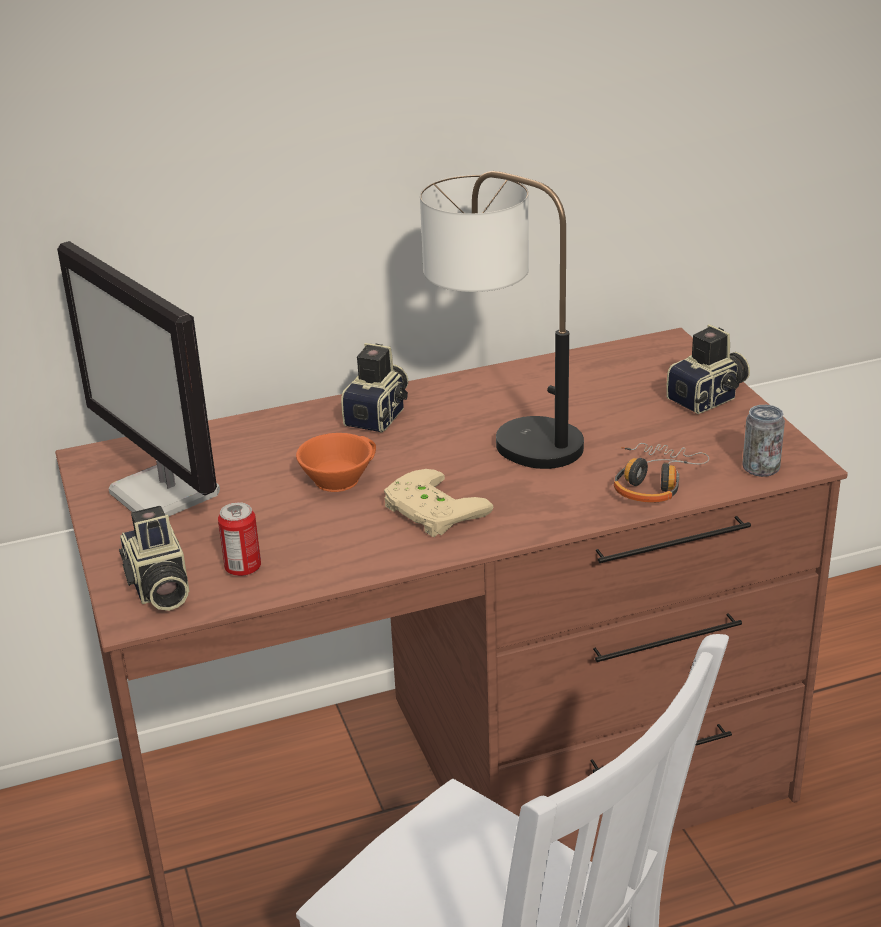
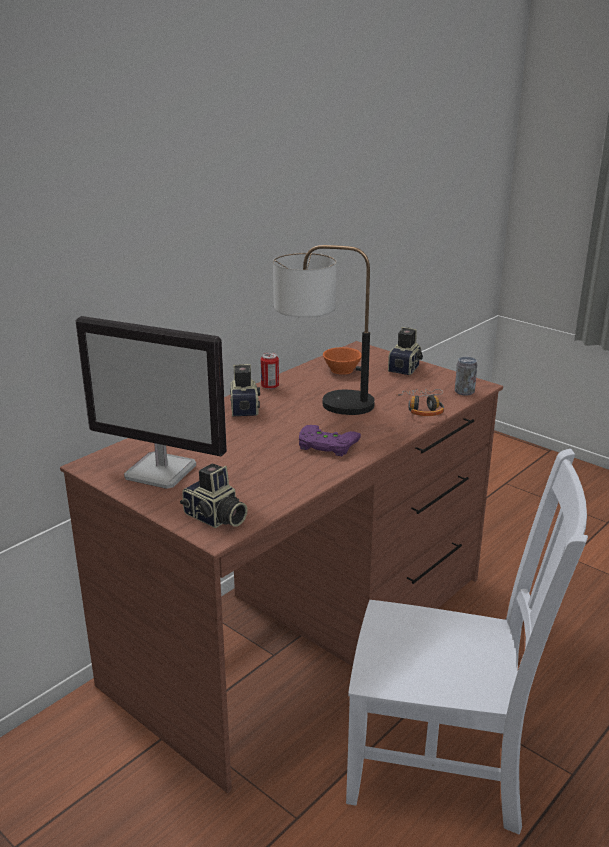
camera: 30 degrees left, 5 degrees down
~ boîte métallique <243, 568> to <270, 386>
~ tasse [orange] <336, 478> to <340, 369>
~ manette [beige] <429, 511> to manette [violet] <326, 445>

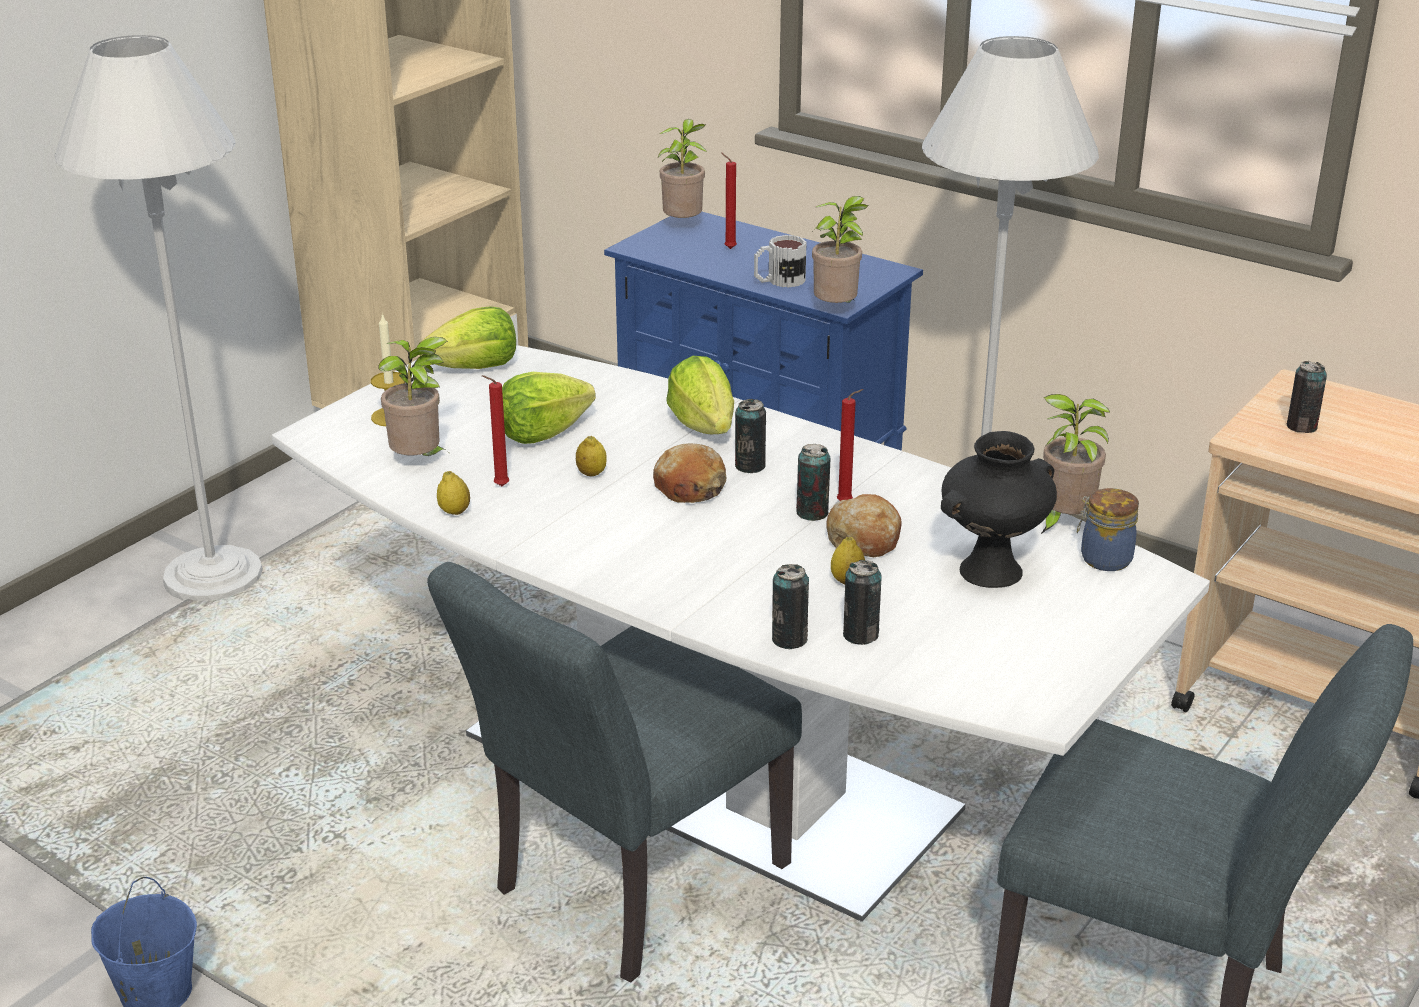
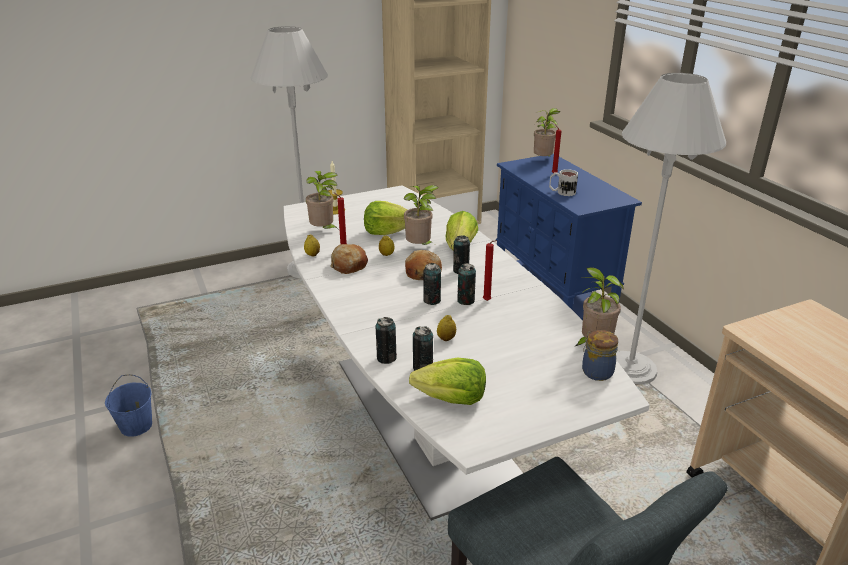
camera: 30 degrees right, 0 degrees up
- chaise [gris] <625, 891>
- vase [noir] <990, 573>
~ laitue <475, 368> to <451, 399>
~ plante en pot <837, 310> to <420, 247>
~ pain <864, 539> to <349, 265>
~ boîte métallique <1301, 427> to <432, 300>

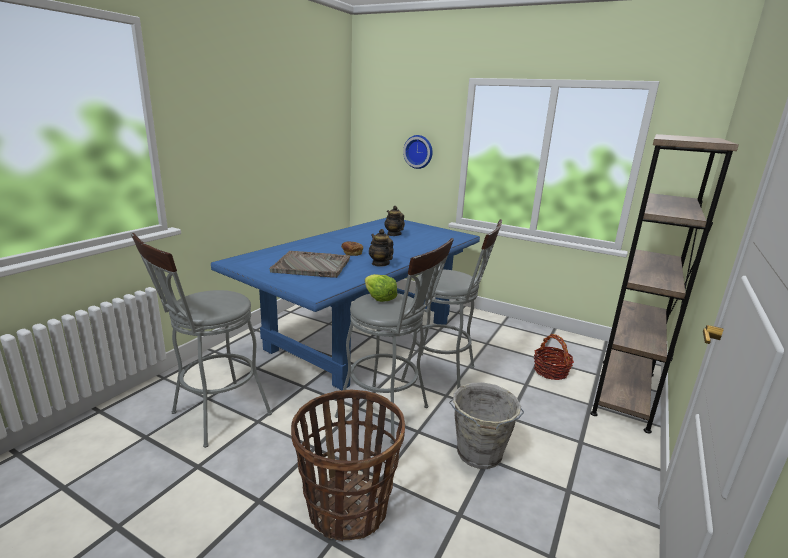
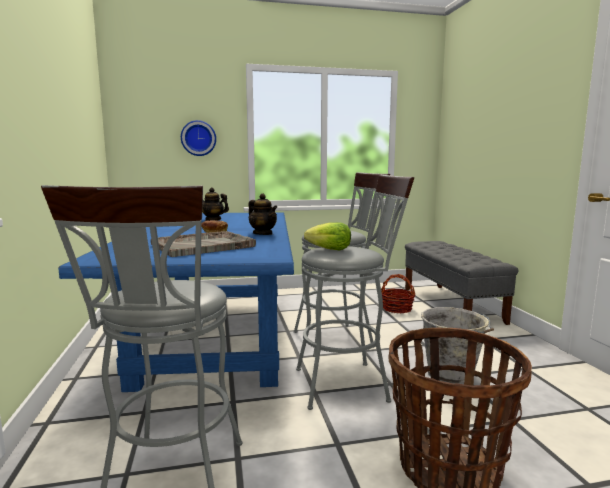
camera: 40 degrees left, 10 degrees down
~ bibliothèque [marron] <624, 393> to banc [gris] <451, 304>
~ théière <380, 264> = <263, 234> 150 degrees counterclockwise

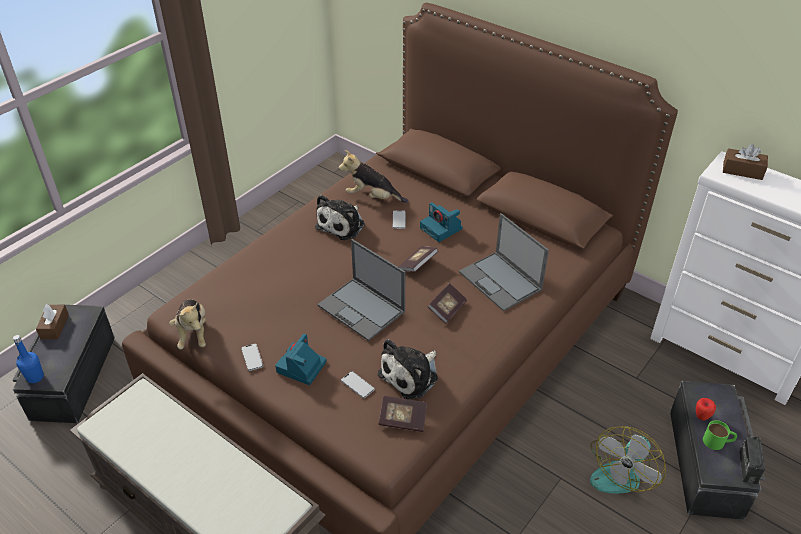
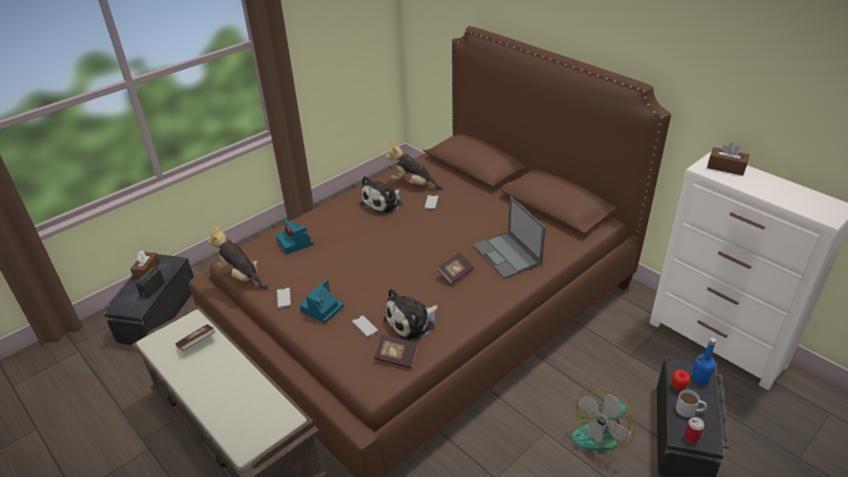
camera: 10 degrees right, 5 degrees down
- ordinateur portable <362, 309>
+ boîte métallique <691, 437>
~ bouteille [bleu] <35, 377> to <700, 378>
~ livre <418, 265> to <197, 343>
~ appareil photo <442, 228> to <295, 243>
~ radio <747, 467> to <152, 289>
~ mug [vert] <718, 441> to mug [blanc] <689, 410>
~ peluche <193, 333> = <242, 276> 135 degrees clockwise

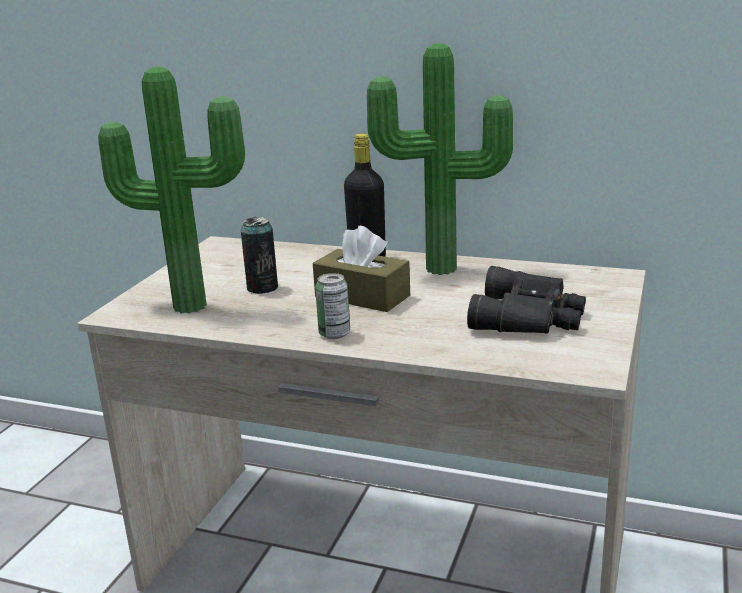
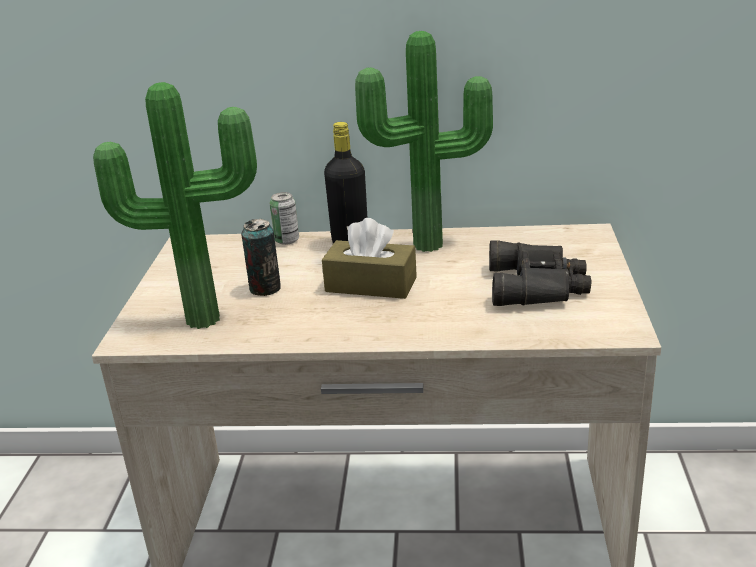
camera: 15 degrees left, 5 degrees up
~ boîte métallique <334, 334> to <287, 240>

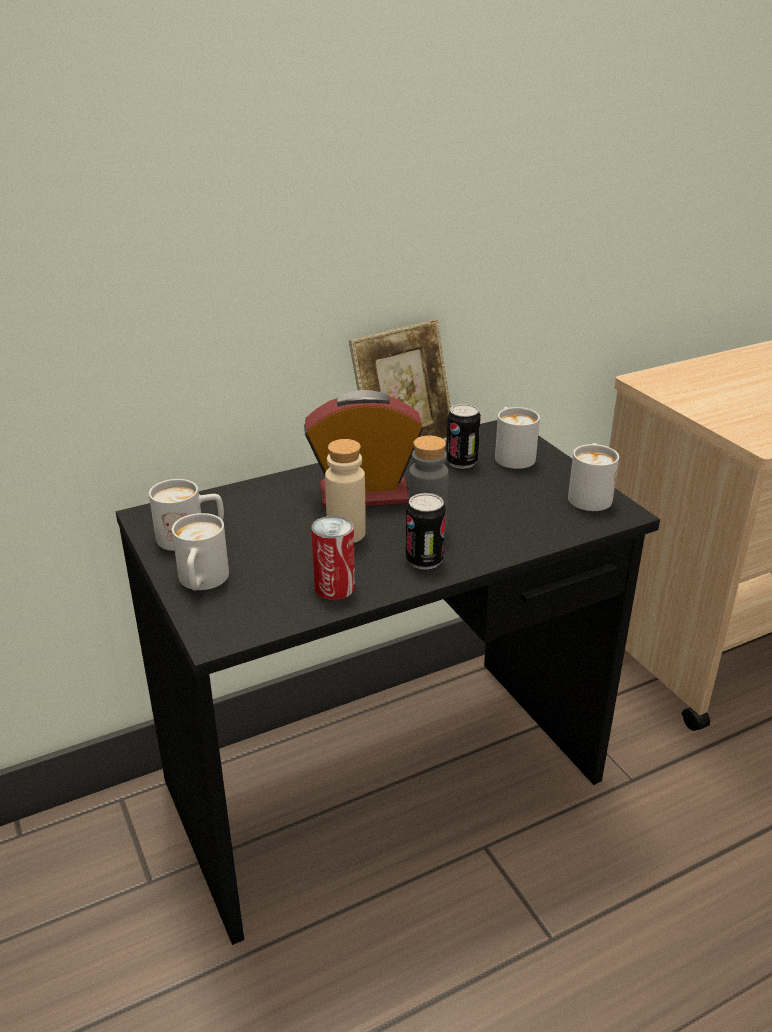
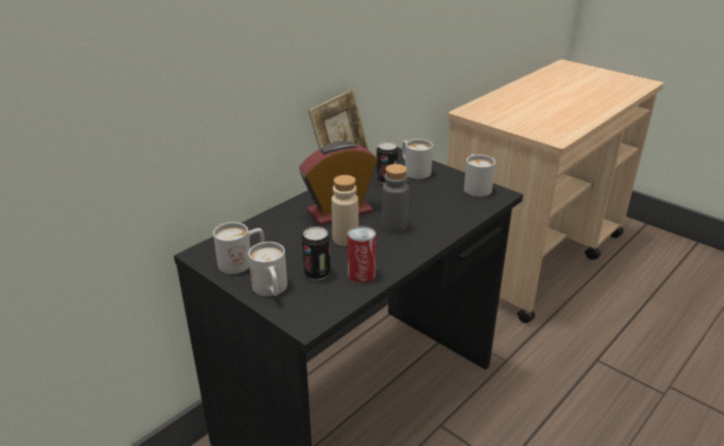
camera: 20 degrees left, 0 degrees up
~ boîte métallique <424, 560> to <317, 273>

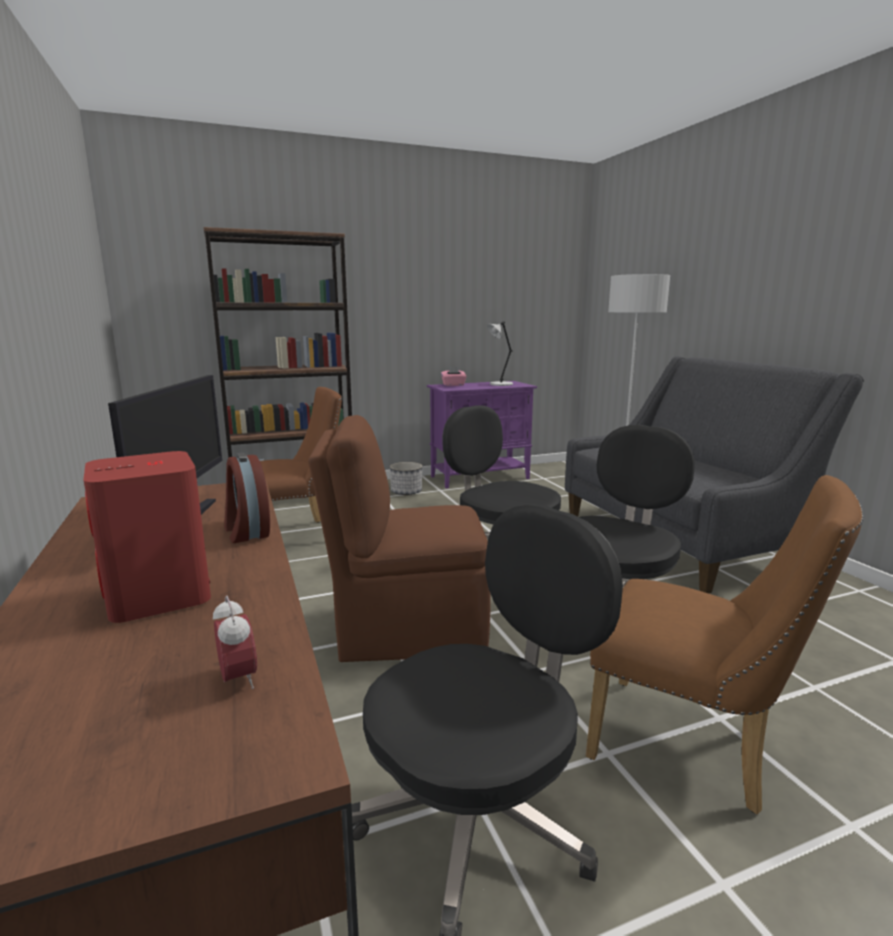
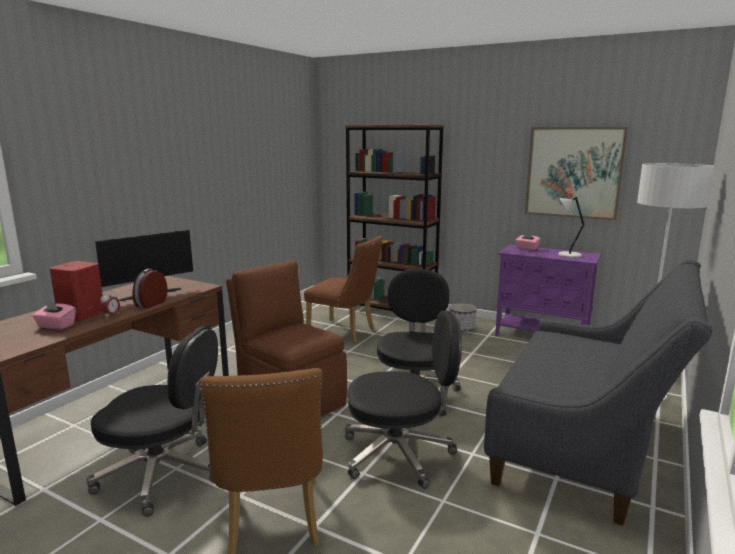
camera: 50 degrees right, 0 degrees up
+ boîte à mouchoirs [rose] <56, 326>
+ tableau <573, 172>
~ réveil <238, 679> to <111, 315>

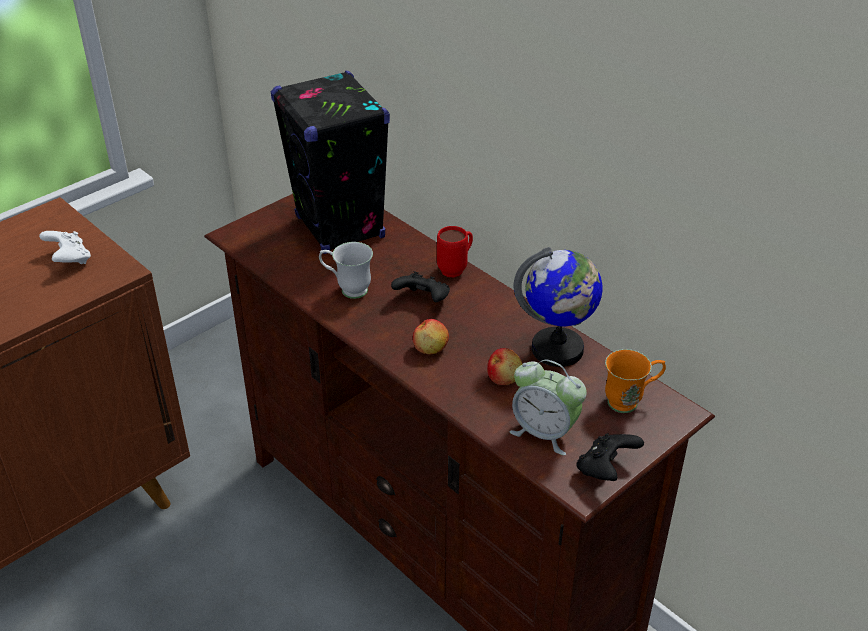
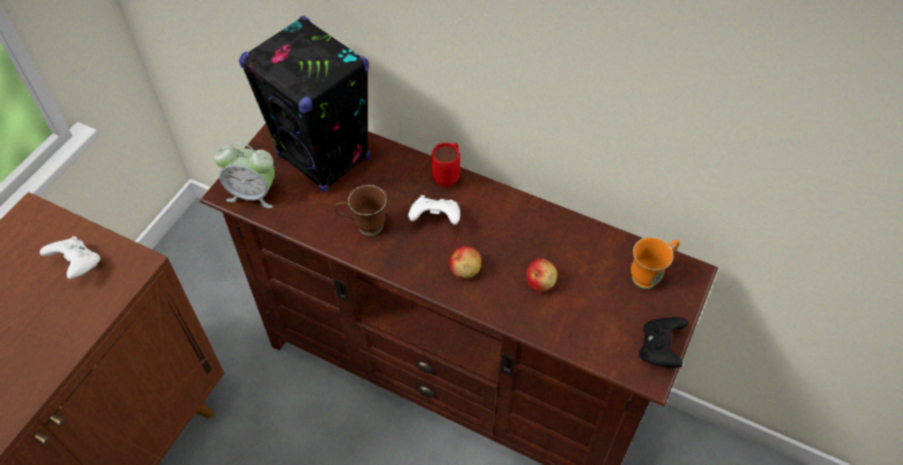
camera: 20 degrees left, 15 degrees up
- globe <558, 350>
~ réveil <544, 433> to <253, 193>
~ mug [blanc] <347, 289> to mug [marron] <363, 226>
~ manette [noir] <423, 300> to manette [blanc] <435, 219>

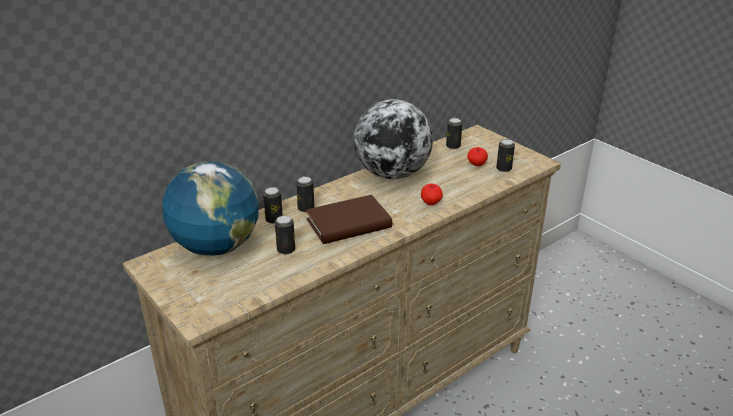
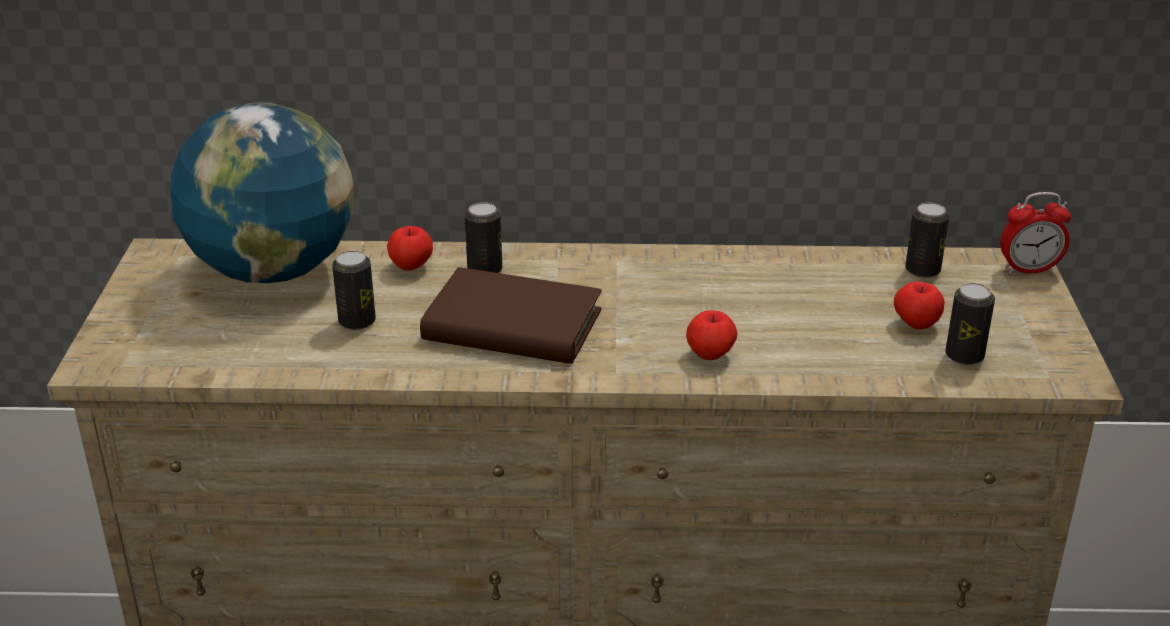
camera: 40 degrees right, 0 degrees up
- globe <392, 174>
+ réveil <1028, 270>
~ boîte métallique <274, 219> to pomme <411, 267>

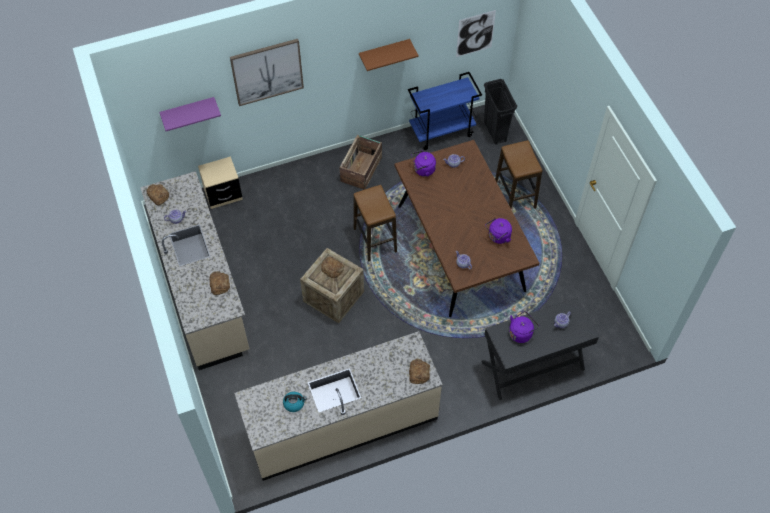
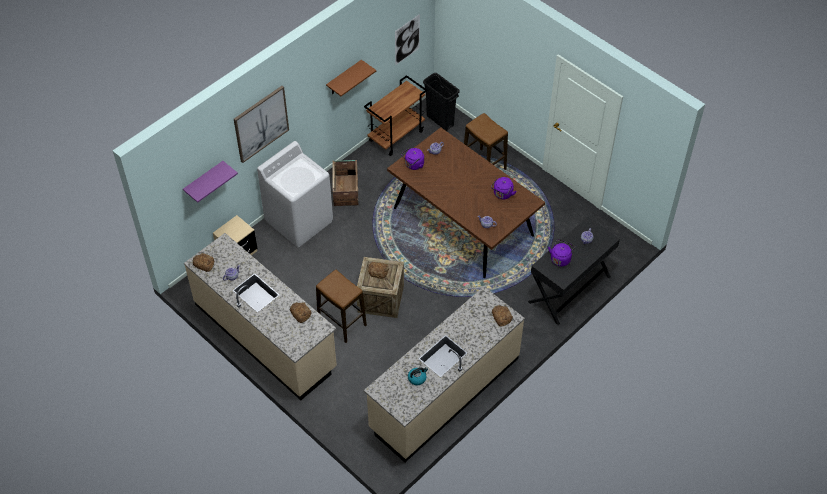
camera: 25 degrees left, 5 degrees down
+ lave-linge [blanc] <299, 221>
~ tabouret <374, 240> to <341, 322>
~ chariot [bleu] <442, 131> to chariot [marron] <396, 135>

